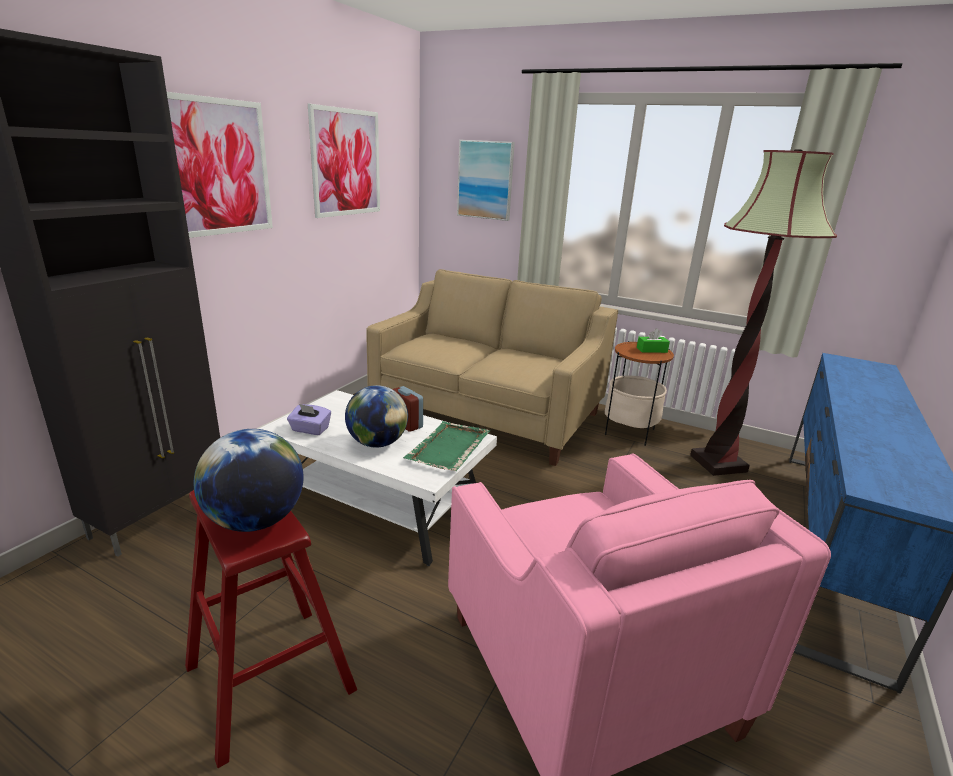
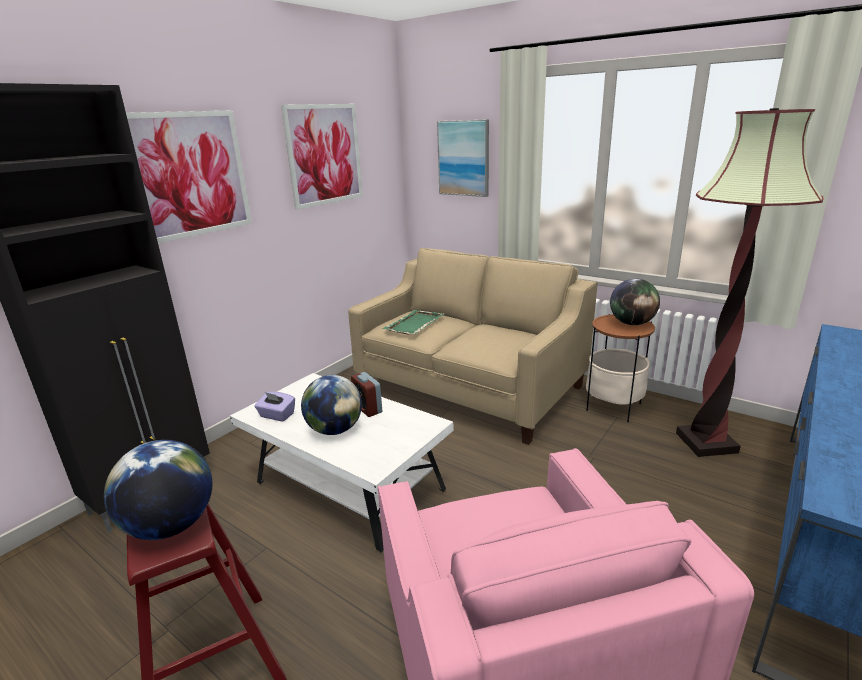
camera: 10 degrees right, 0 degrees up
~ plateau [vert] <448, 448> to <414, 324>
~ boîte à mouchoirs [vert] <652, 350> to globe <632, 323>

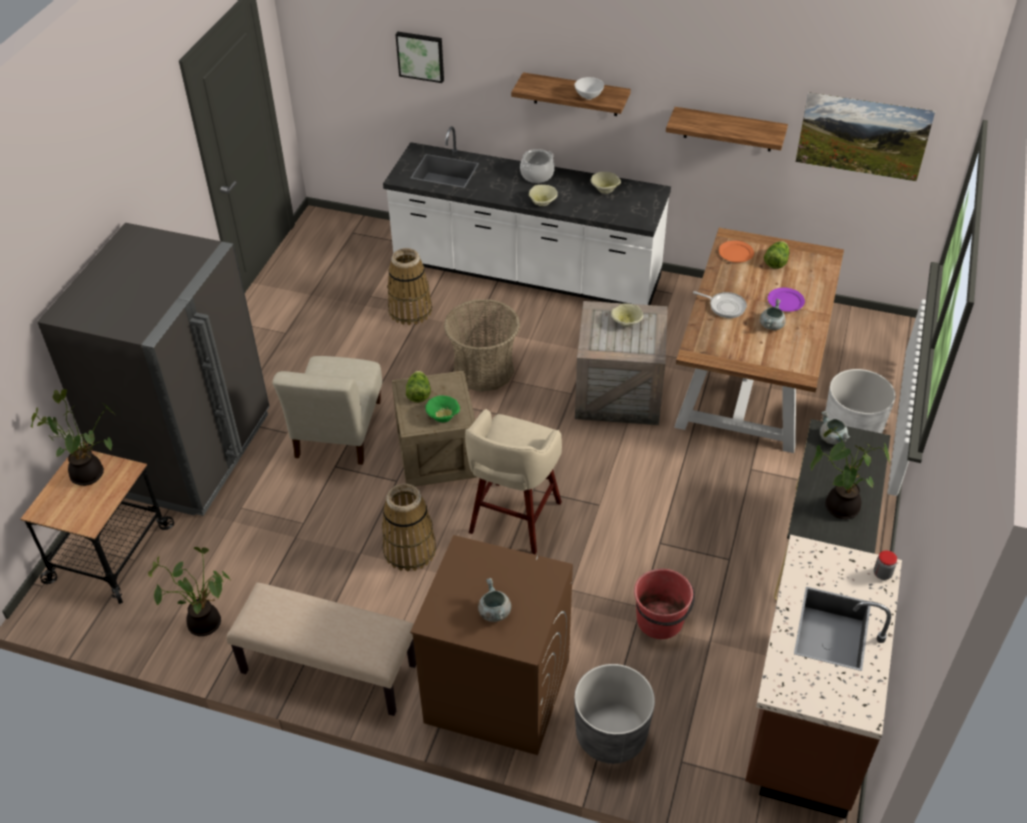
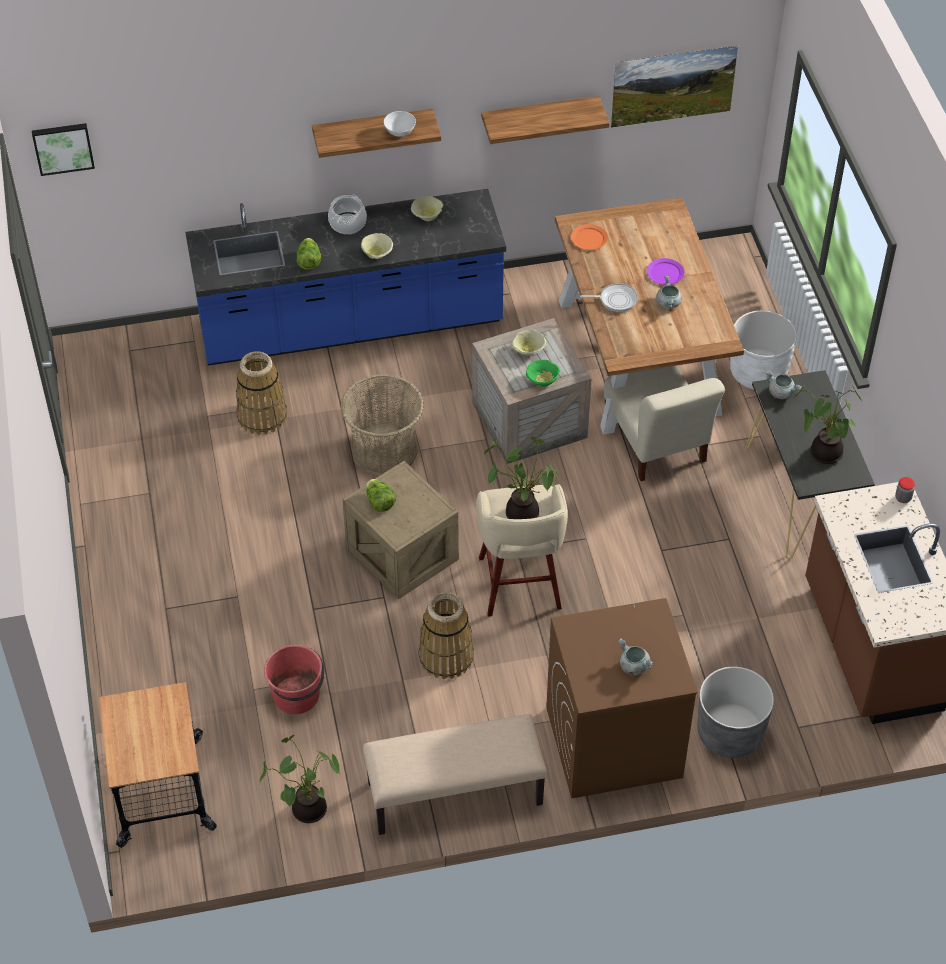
camera: 30 degrees left, 5 degrees up
- réfrigérateur [gris] <191, 452>
~ plante en pot <89, 472> to <522, 511>
~ chaise [beige] <337, 433> to <656, 443>
~ tableau <421, 56> to <63, 147>
~ bol [vert] <443, 416> to <542, 380>
~ seau [rouge] <660, 621> to <297, 696>
~ laitue <776, 262> to <309, 261>
~ comptoir de cuisine [blanc] <526, 273> to comptoir de cuisine [bleu] <351, 326>

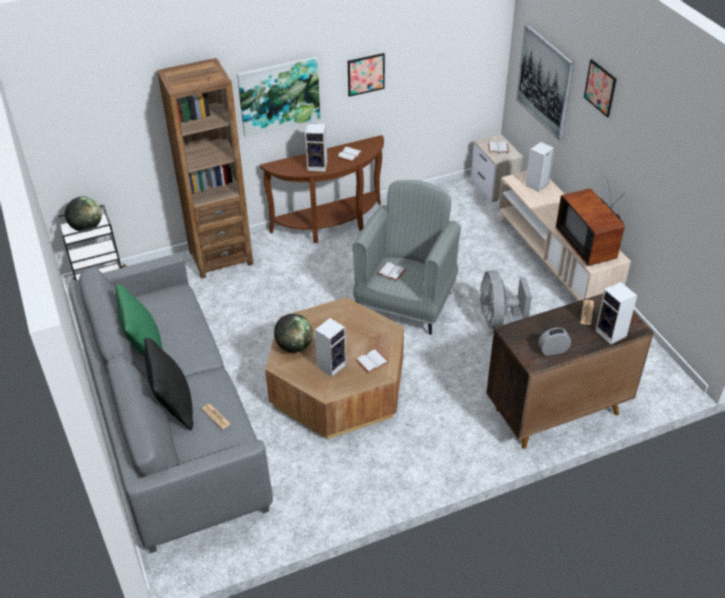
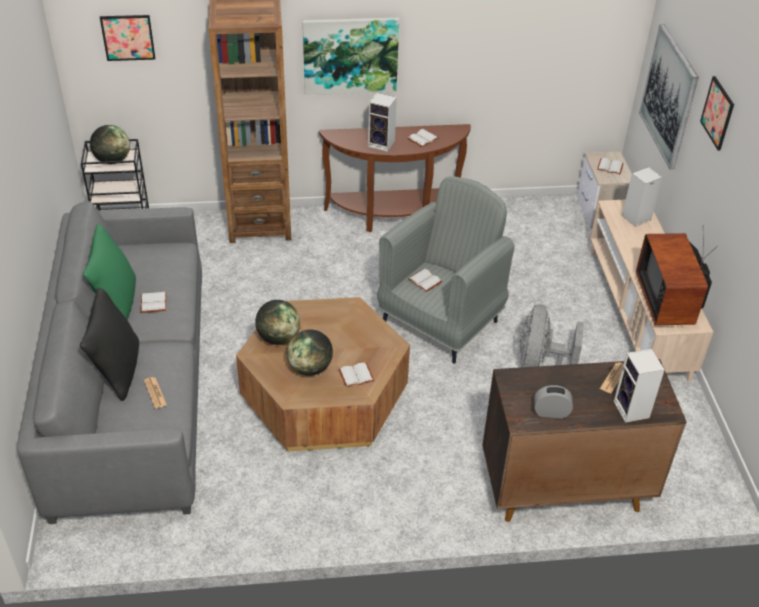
camera: 15 degrees right, 0 degrees up
+ livre [blanc] <152, 302>
~ tableau <366, 74> to <128, 37>
~ enceinte <332, 365> to globe <310, 368>

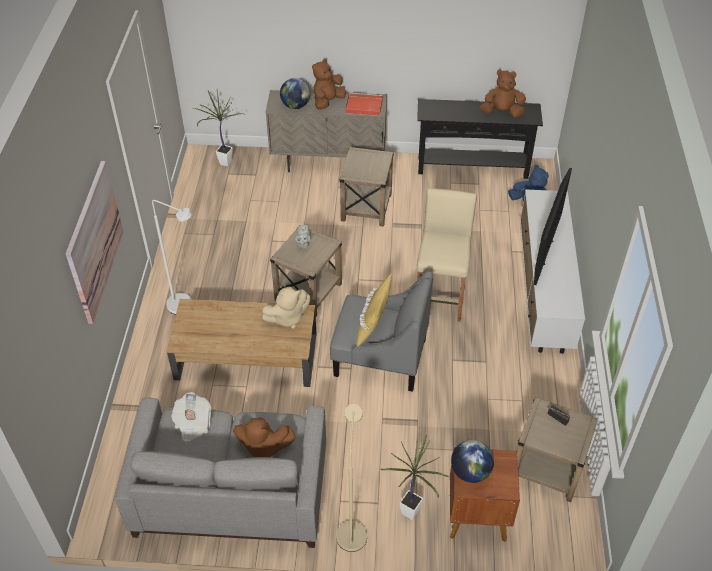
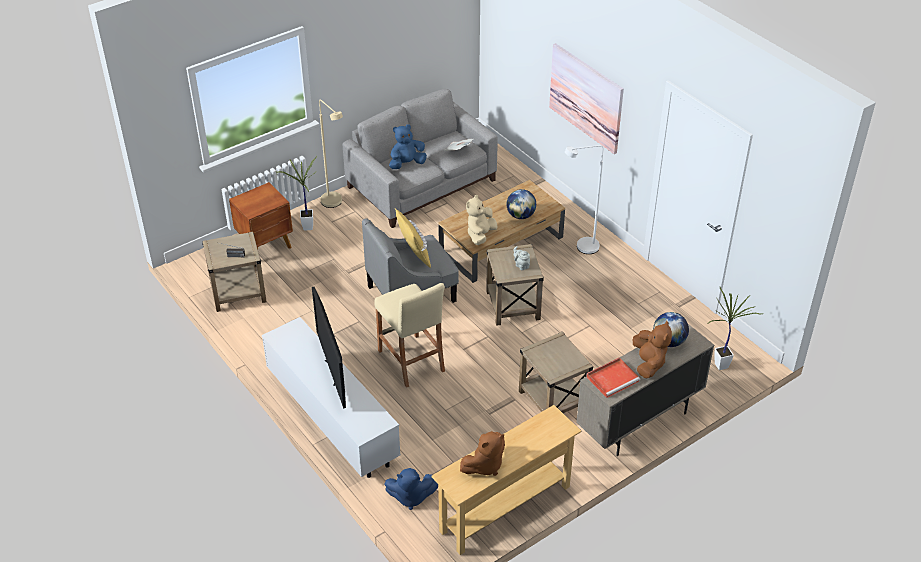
camera: 140 degrees right, 5 degrees down
~ globe <470, 472> to <520, 215>
~ peluche [marron] <263, 447> to peluche [bleu] <406, 164>
~ table console [noir] <472, 167> to table console [beige] <505, 509>

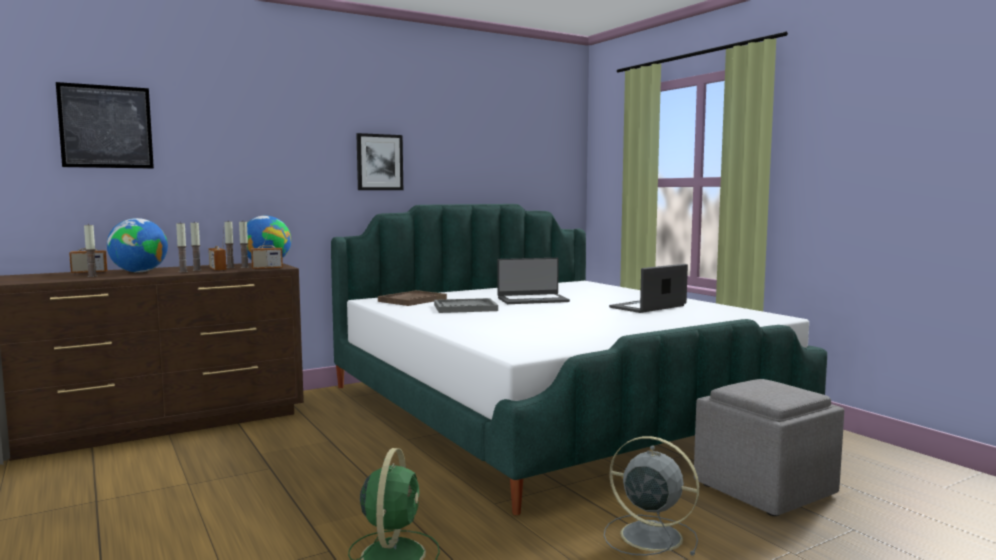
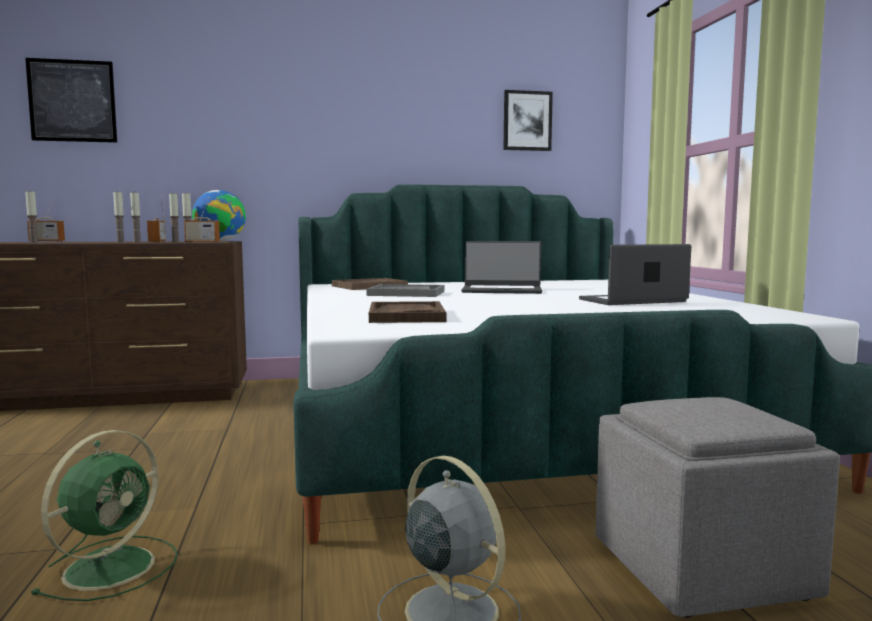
camera: 20 degrees right, 0 degrees up
- globe <139, 272>
+ plateau [marron] <406, 315>
~ tableau <379, 162> to <527, 121>

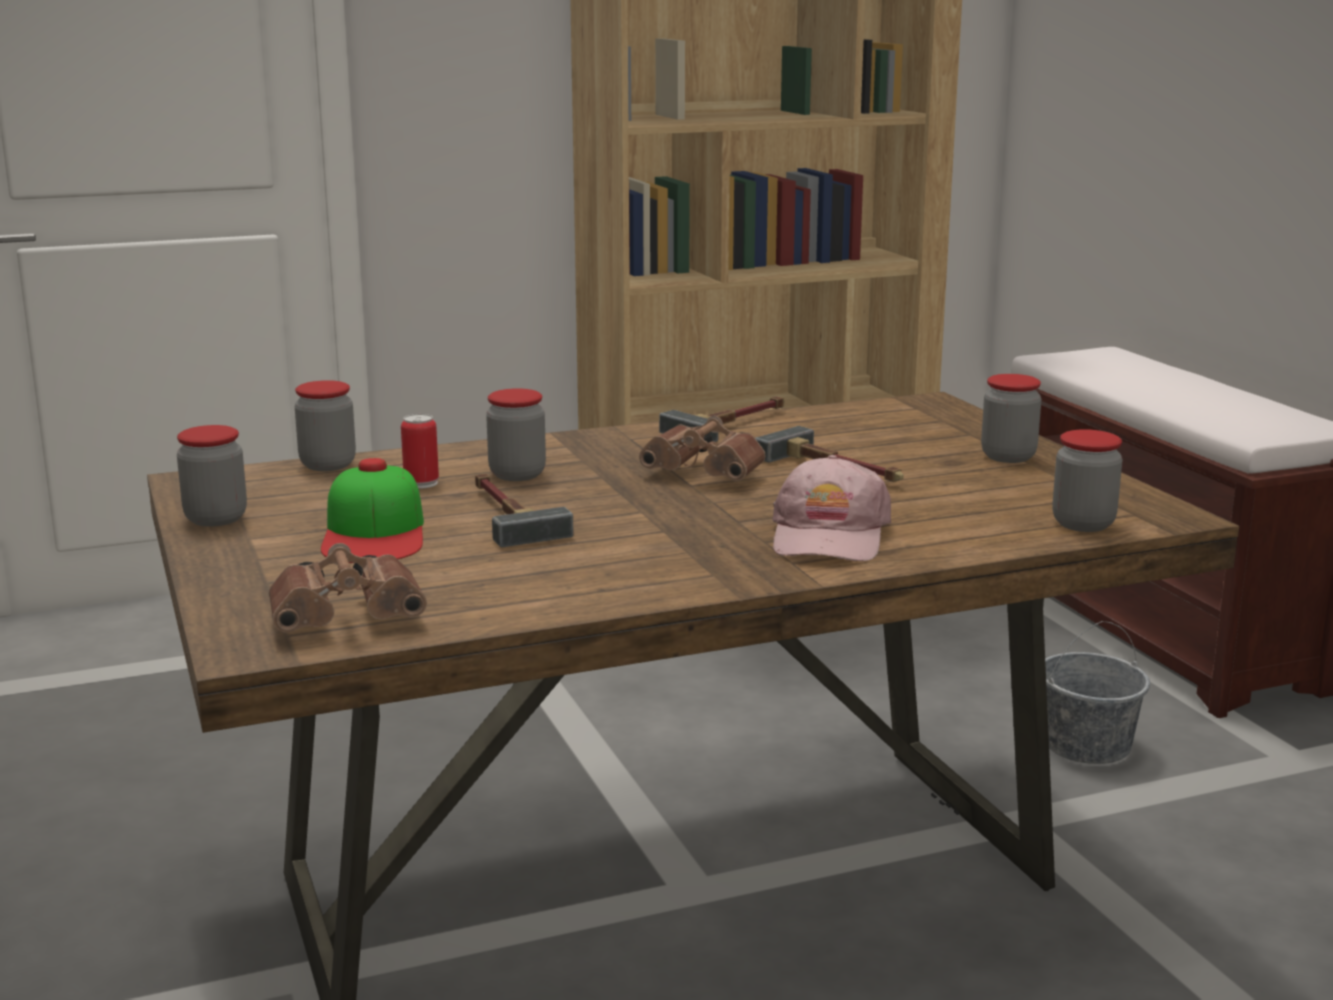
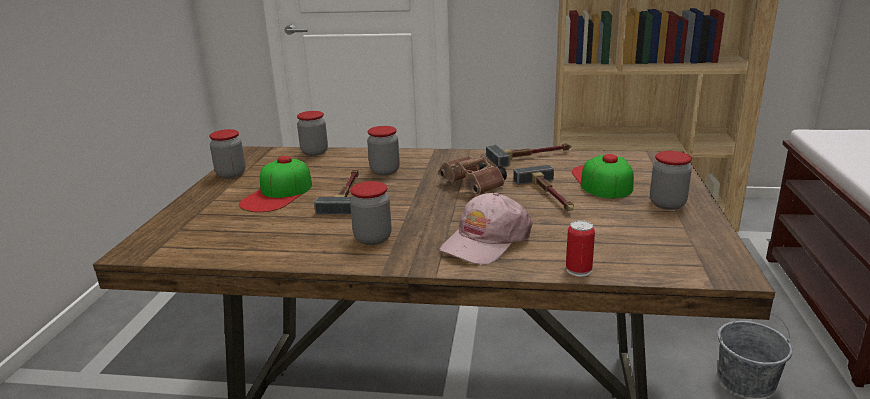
camera: 30 degrees right, 5 degrees up
- jumelles [marron] <351, 620>
+ casquette <601, 180>
~ boîte métallique <421, 483> to <578, 270>
~ bocal <1083, 524> to <373, 238>

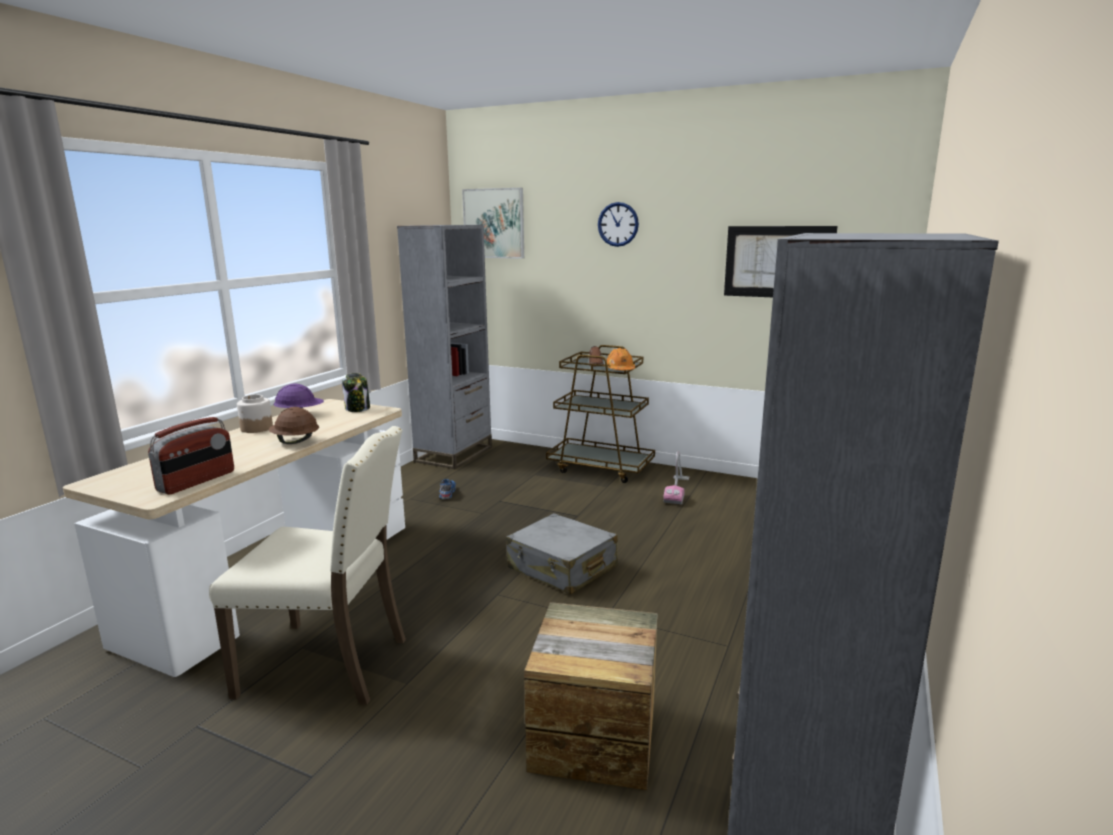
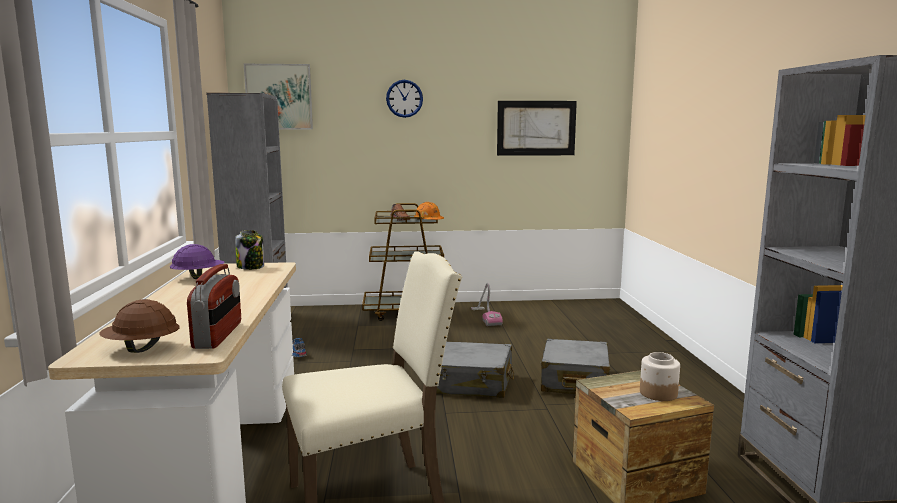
camera: 30 degrees left, 5 degrees down
+ valise [gris] <574, 381>
~ bocal <256, 428> to <657, 393>
~ casque de chantier [marron] <295, 441> to <141, 349>

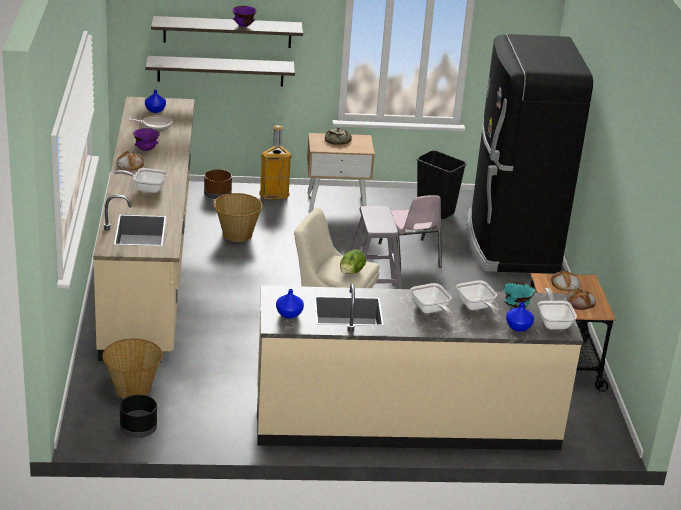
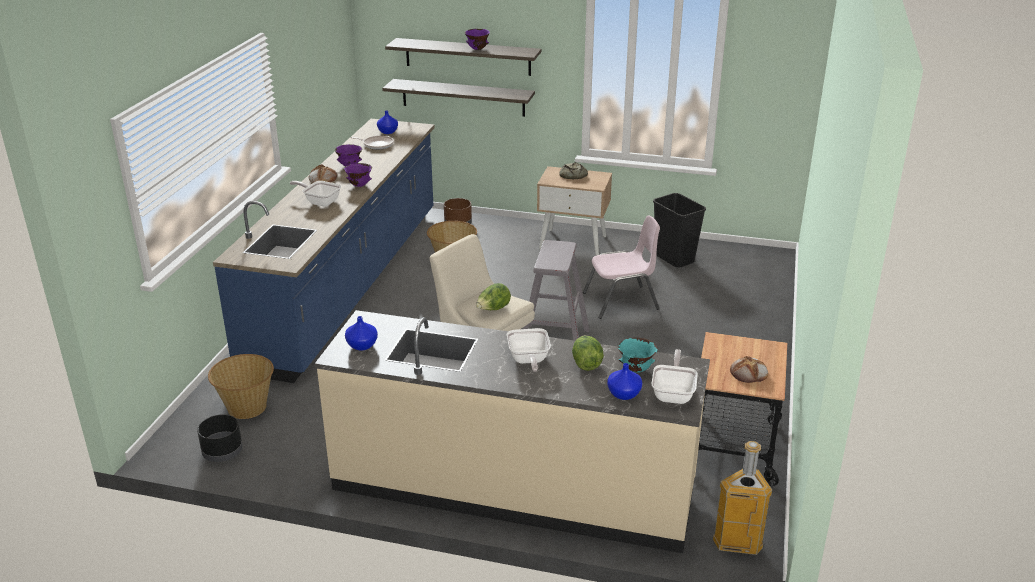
camera: 20 degrees right, 0 degrees up
- réfrigérateur [noir] <510, 245>
- pain <565, 284>
+ bol [violet] <359, 185>
~ poubelle <273, 195> to <736, 543>
~ poêle <476, 307> to laitue <586, 363>
~ comptoir de cuisine [beige] <150, 265> to comptoir de cuisine [bleu] <349, 284>
~ chaise [rose] <410, 255> = <621, 302> 105 degrees counterclockwise

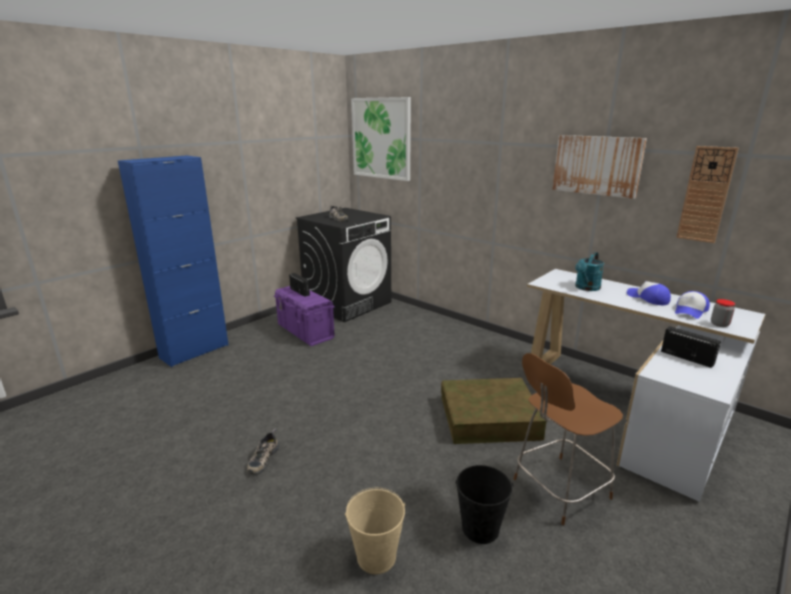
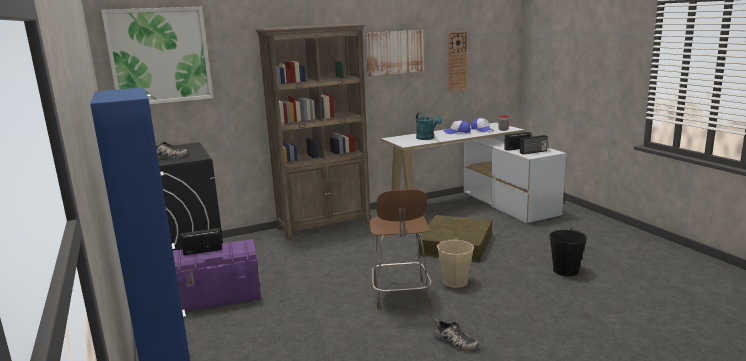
camera: 65 degrees left, 5 degrees down
+ bibliothèque [marron] <325, 225>
+ radio <533, 152>
~ seau [beige] <376, 557> to <455, 282>
~ chaise [marron] <558, 489> to <401, 295>

